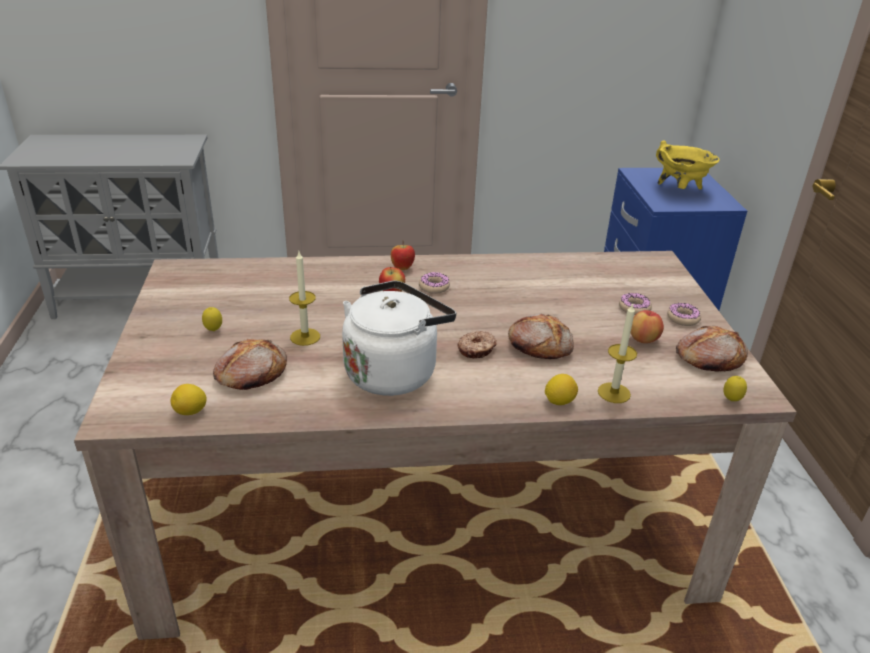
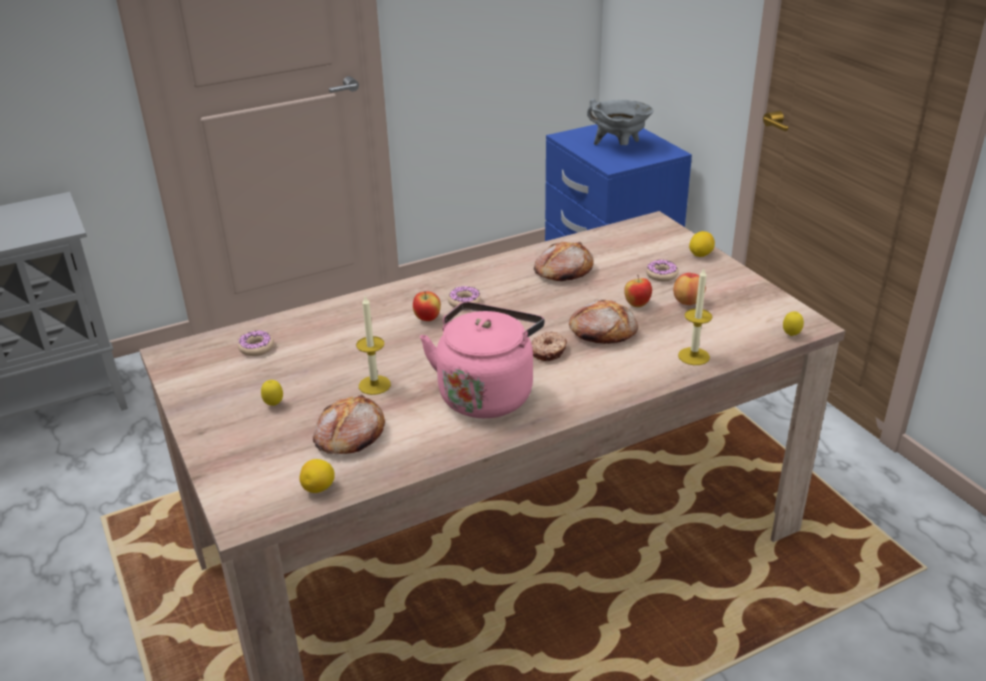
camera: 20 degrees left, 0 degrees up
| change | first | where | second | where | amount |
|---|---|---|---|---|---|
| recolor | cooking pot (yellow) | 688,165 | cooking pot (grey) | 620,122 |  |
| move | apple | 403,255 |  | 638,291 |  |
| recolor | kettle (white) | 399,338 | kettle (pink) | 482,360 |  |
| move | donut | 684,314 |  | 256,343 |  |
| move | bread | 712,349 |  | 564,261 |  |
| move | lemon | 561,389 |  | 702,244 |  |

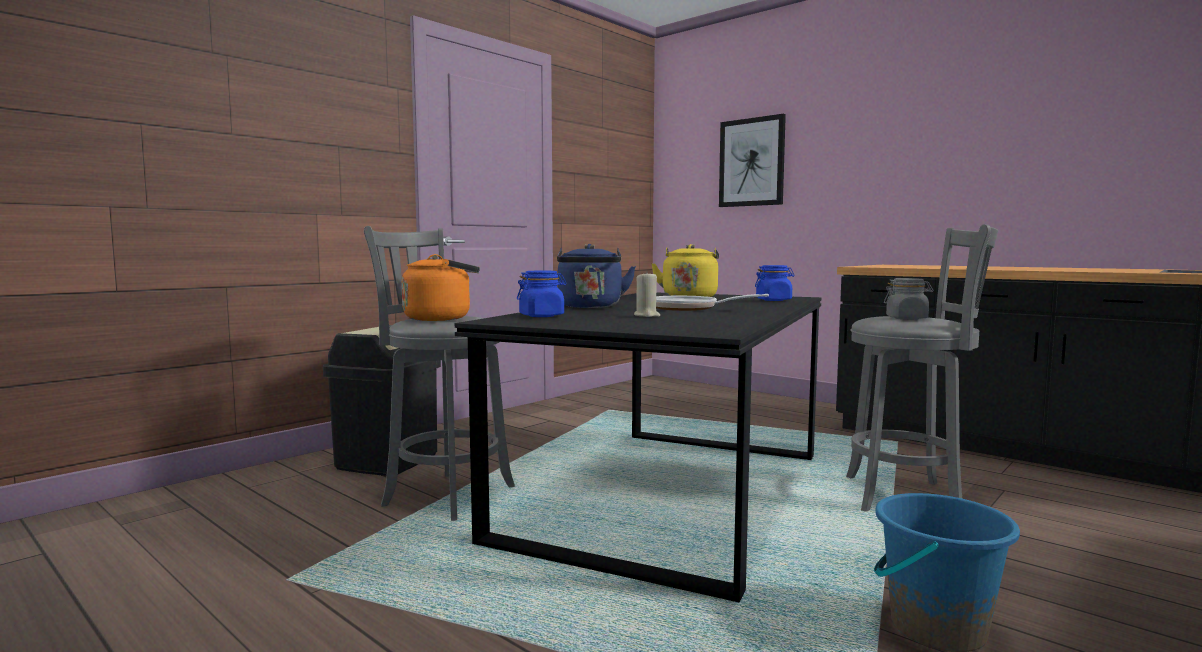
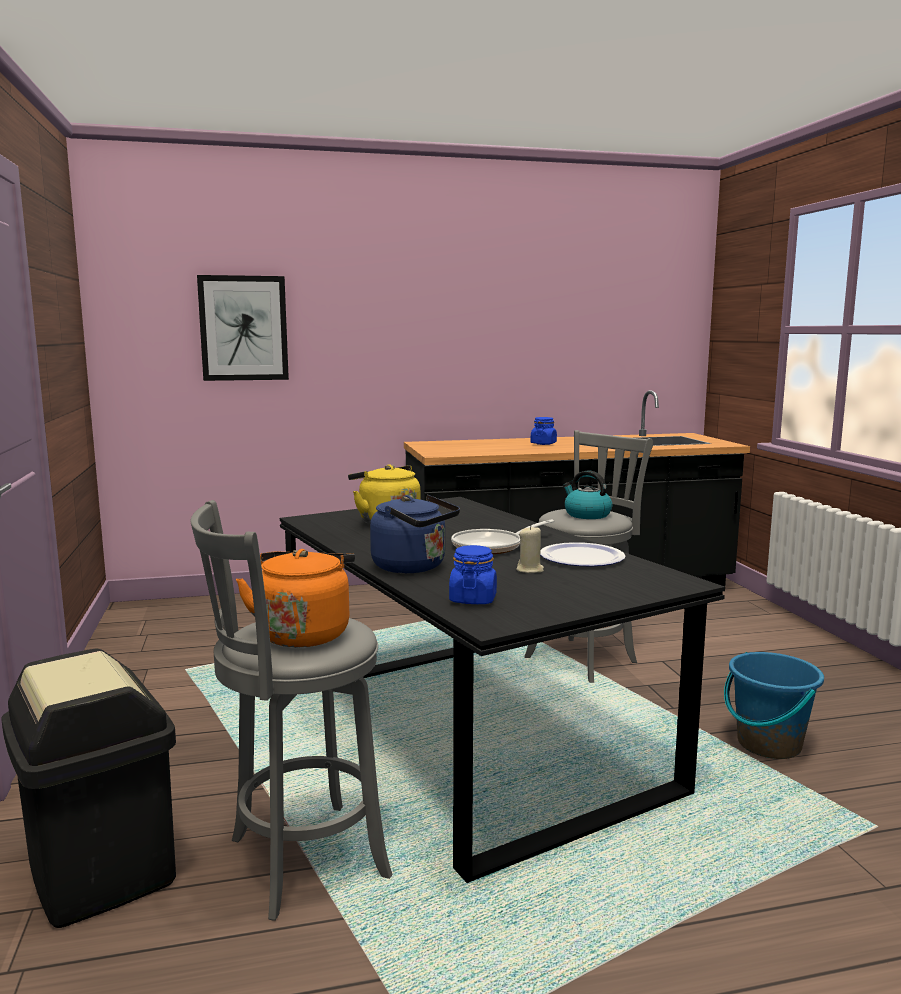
camera: 55 degrees left, 5 degrees up
| change | first | where | second | where | amount |
|---|---|---|---|---|---|
| move | jar (blue) | 774,283 |  | 543,431 |  |
| replace | jar (grey) | 908,299 | kettle | 588,494 |  |
| insert |  |  | plate | 582,554 |  |

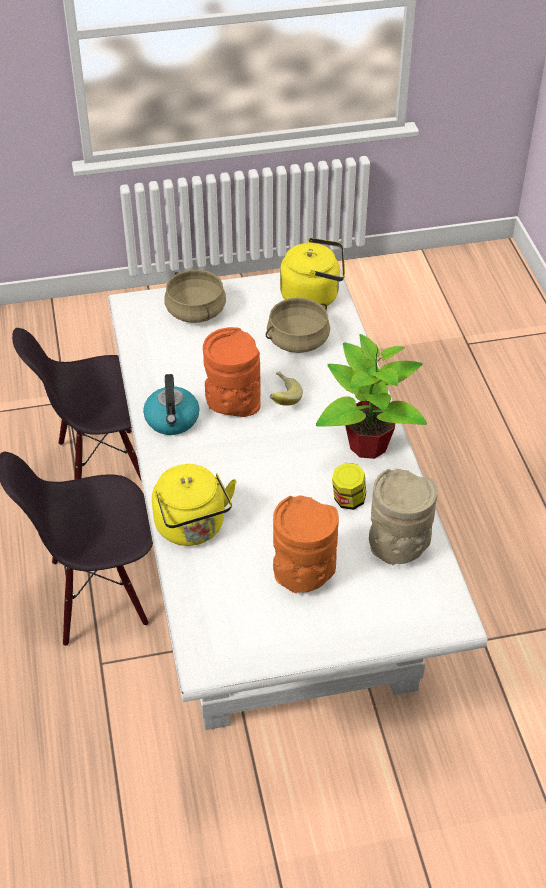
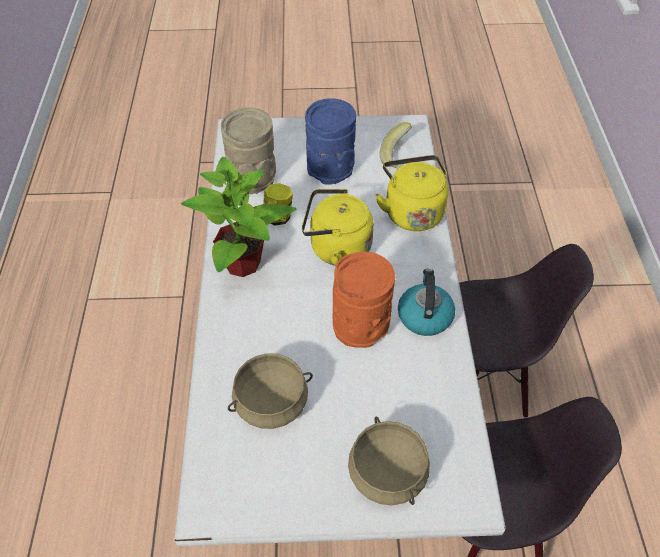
camera: 170 degrees left, 5 degrees up
| change | first | where | second | where | amount |
|---|---|---|---|---|---|
| move | kettle (yellow) | 312,273 |  | 338,227 |  |
| move | banana | 286,388 |  | 396,145 |  |
| recolor | vase (orange) | 306,544 | vase (blue) | 330,141 |  |

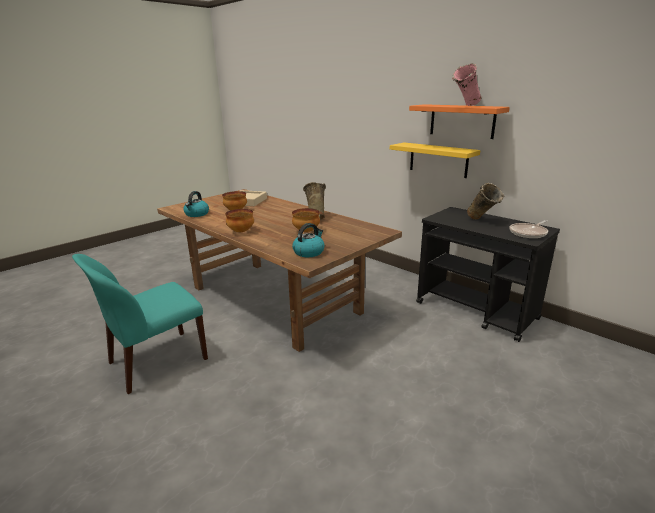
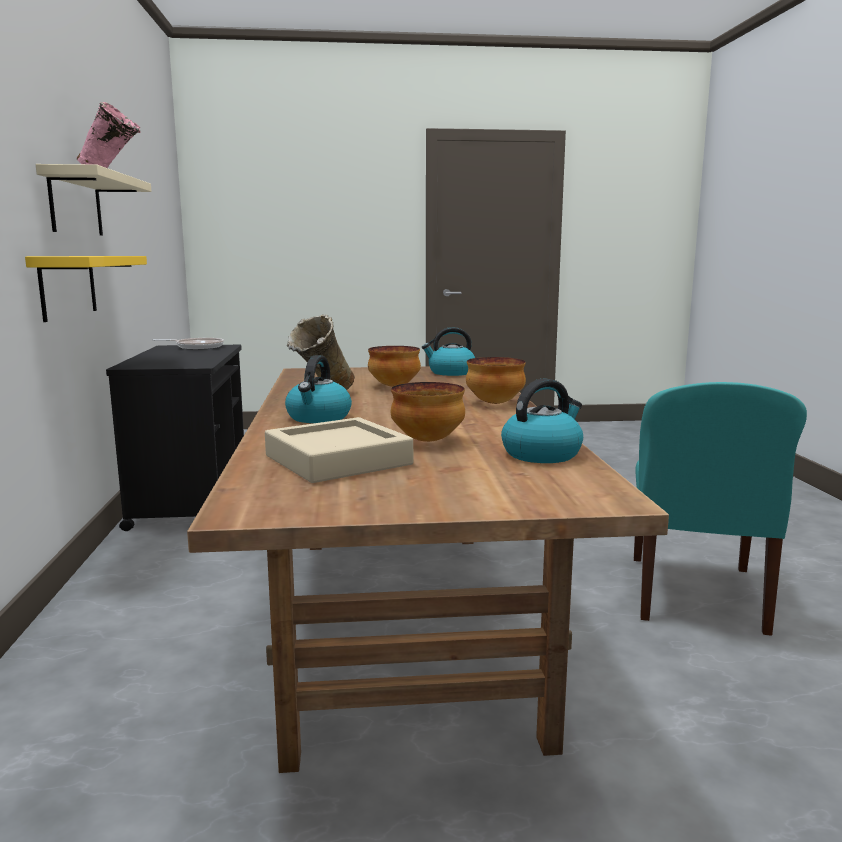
camera: 140 degrees left, 10 degrees down
| change | first | where | second | where | amount |
|---|---|---|---|---|---|
| recolor | shelf (orange) | 459,121 | shelf (beige) | 94,199 |  |
| delete | vase (beige) | 486,201 |  |  |  |
| rotate | chair (turquoise) | 140,324 |  | 720,509 | 105 degrees clockwise |
| insert |  |  | kettle | 318,389 |  |

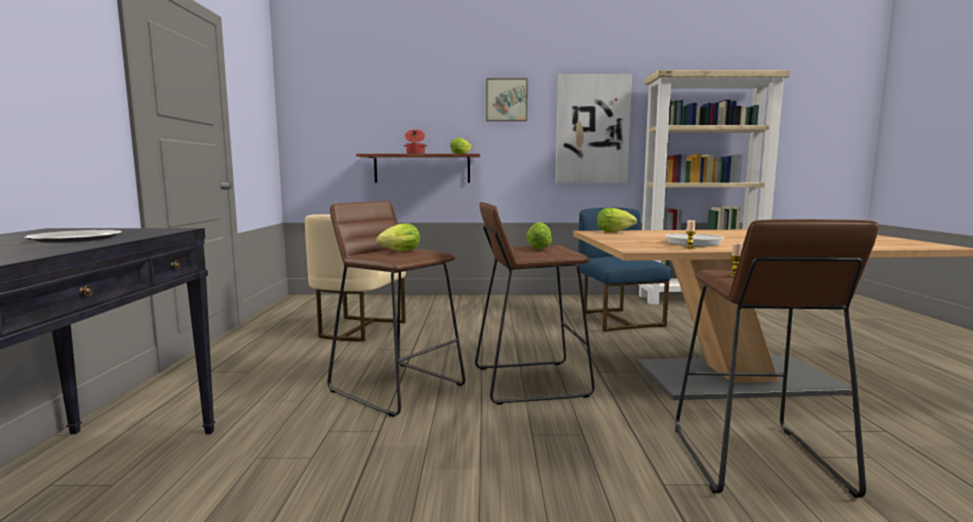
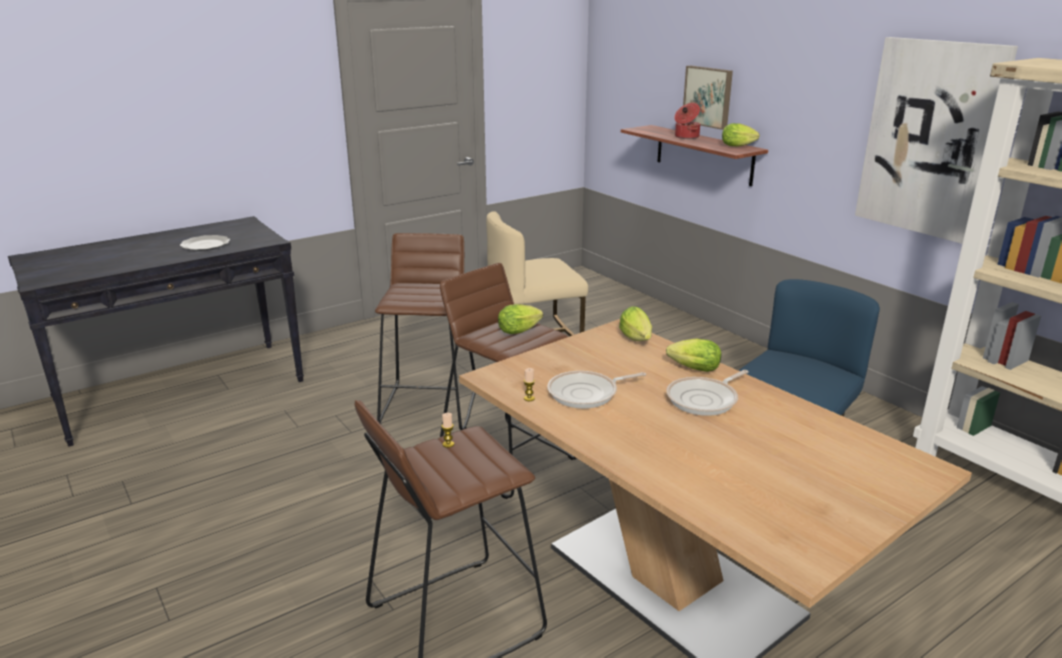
camera: 55 degrees right, 15 degrees up
| change | first | where | second | where | amount |
|---|---|---|---|---|---|
| move | picture | 507,99 |  | 708,98 |  |
| move | lettuce | 398,237 |  | 693,355 |  |
| insert |  |  | frying pan | 707,393 |  |

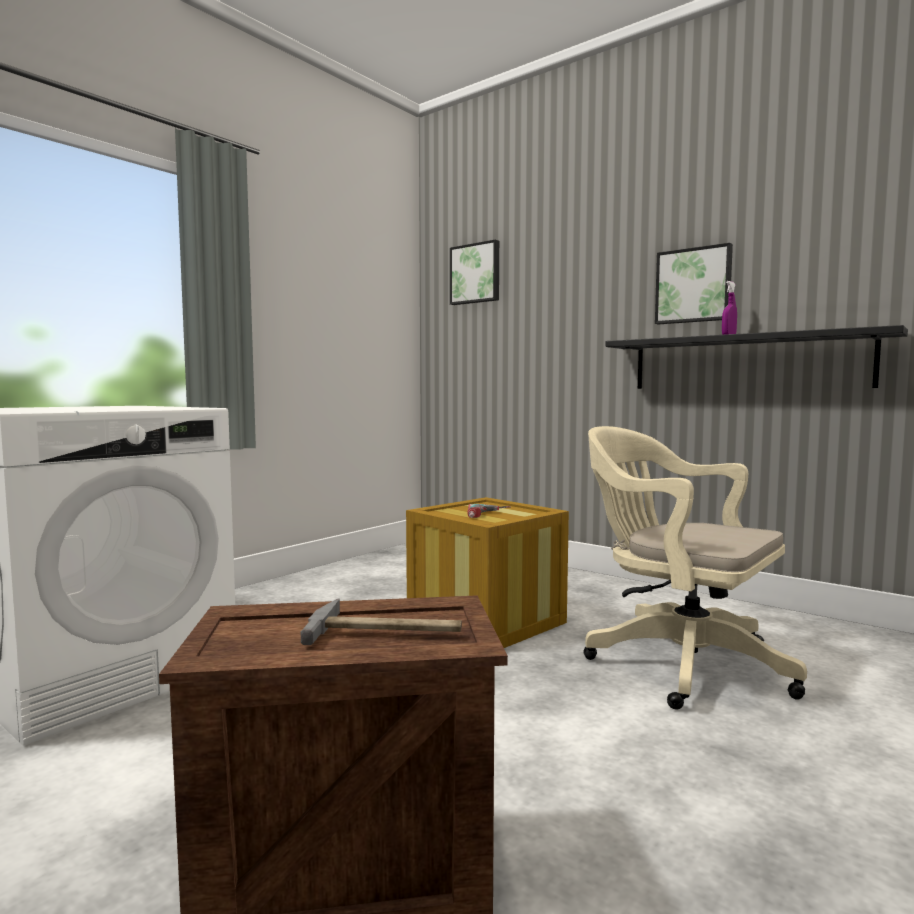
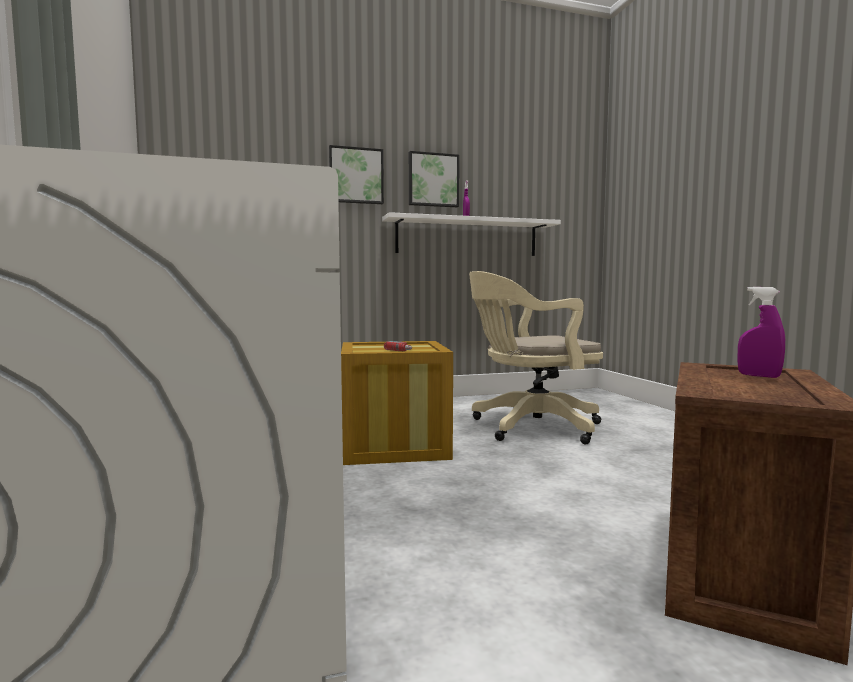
camera: 55 degrees left, 0 degrees up
| change | first | where | second | where | amount |
|---|---|---|---|---|---|
| move | picture | 474,272 |  | 356,174 |  |
| recolor | shelf (black) | 757,357 | shelf (white) | 471,234 |  |
| replace | hammer | 381,621 | spray bottle (purple) | 761,332 |  |

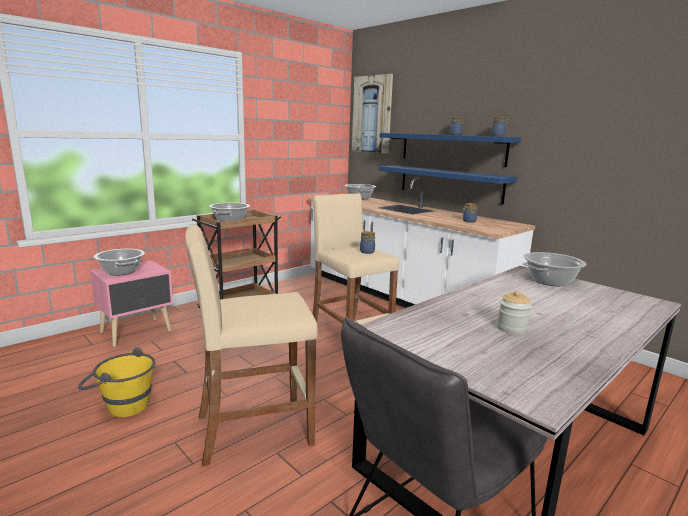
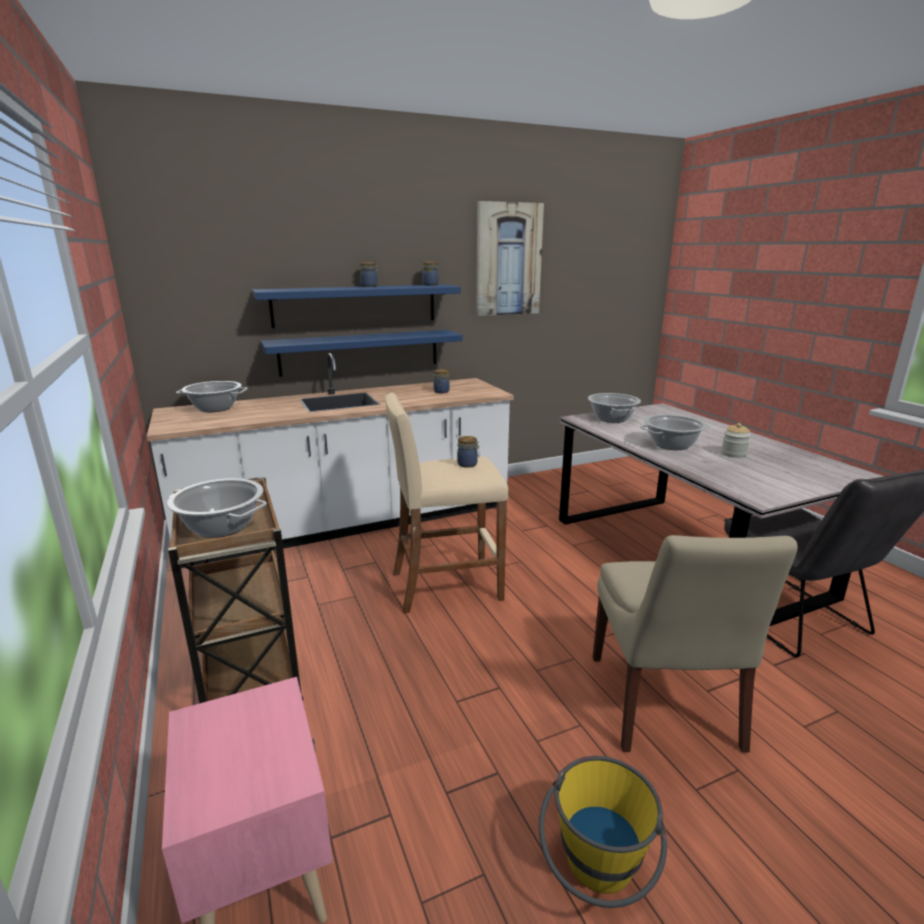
camera: 70 degrees left, 5 degrees up
| change | first | where | second | where | amount |
|---|---|---|---|---|---|
| move | picture | 372,113 |  | 510,258 |  |
| replace | stool (beige) | 251,345 | chair (beige) | 695,643 |  |
| move | cooking pot | 119,262 |  | 674,432 |  |

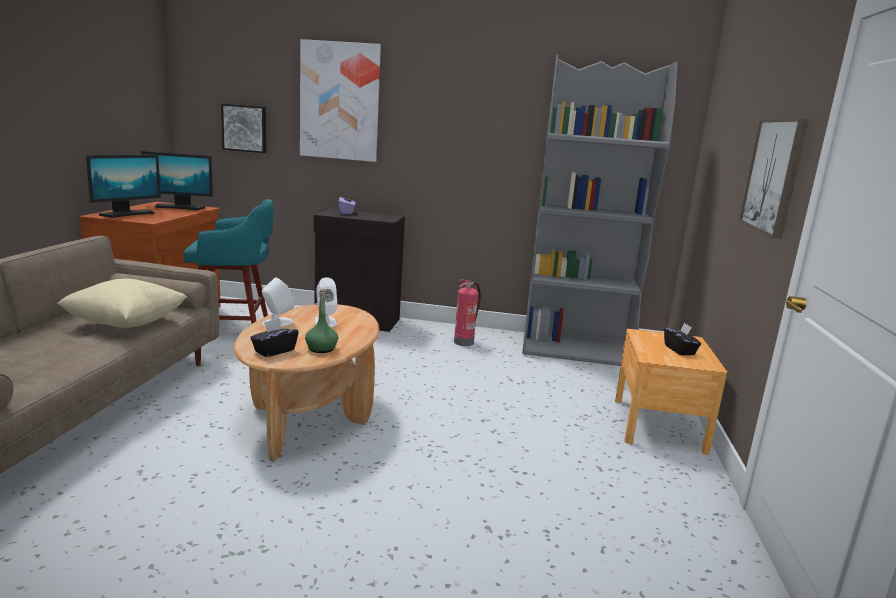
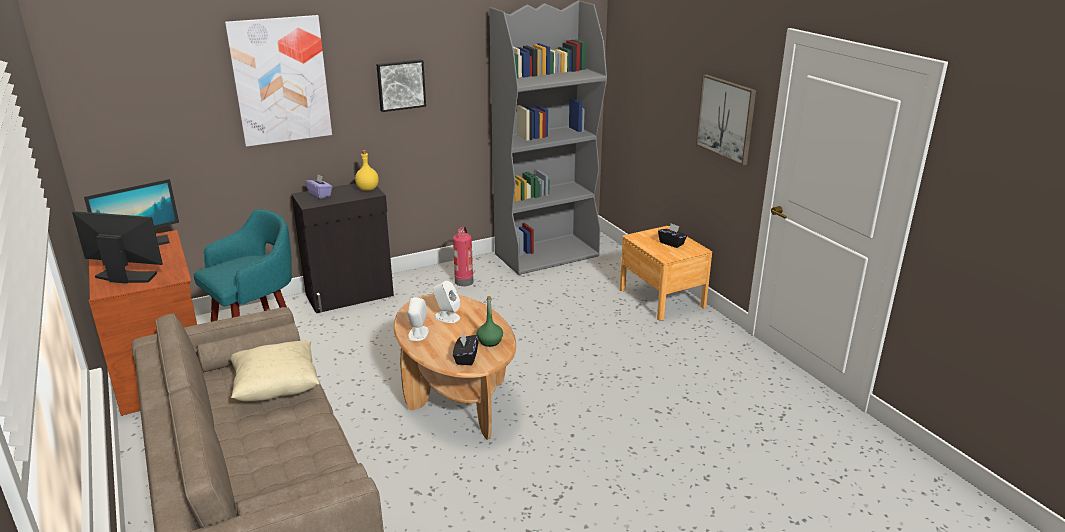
camera: 35 degrees left, 10 degrees up
| change | first | where | second | where | amount |
|---|---|---|---|---|---|
| move | picture | 243,128 |  | 401,85 |  |
| rotate | monitor | 123,186 |  | 117,247 | 75 degrees counterclockwise |
| insert |  |  | bottle (yellow) | 367,170 |  |

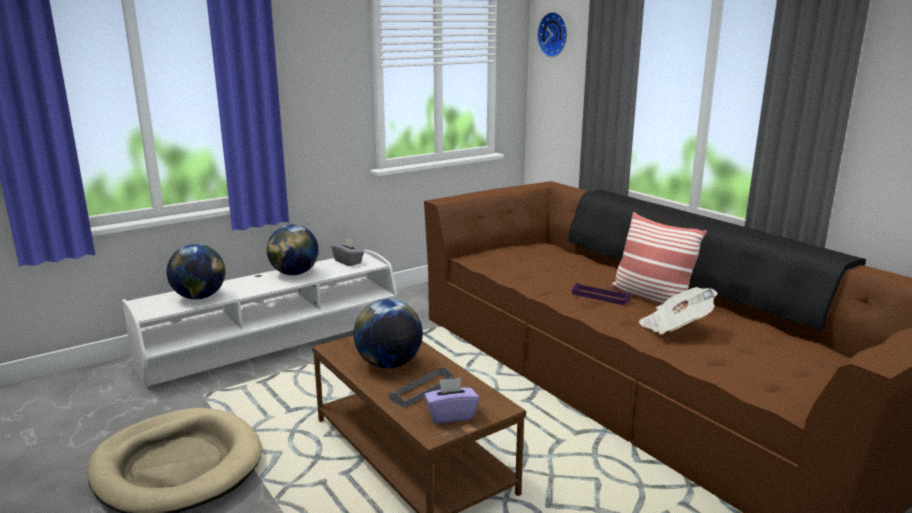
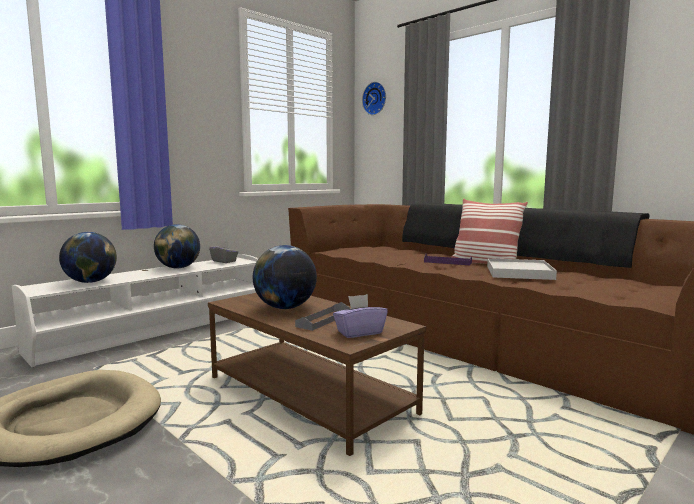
camera: 10 degrees left, 10 degrees down
| change | first | where | second | where | amount |
|---|---|---|---|---|---|
| replace | newspaper | 678,311 | tray (white) | 522,269 |  |

